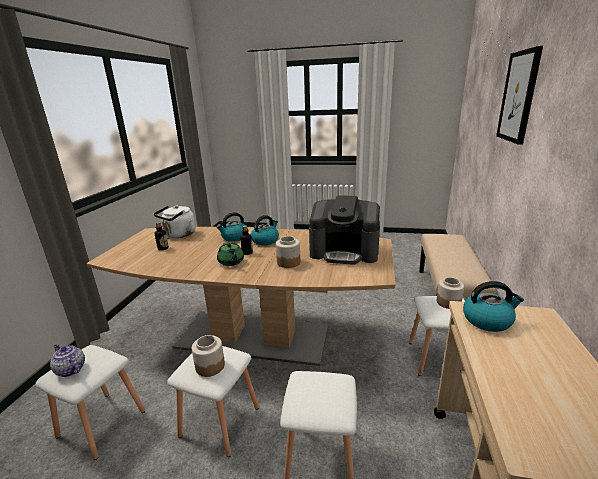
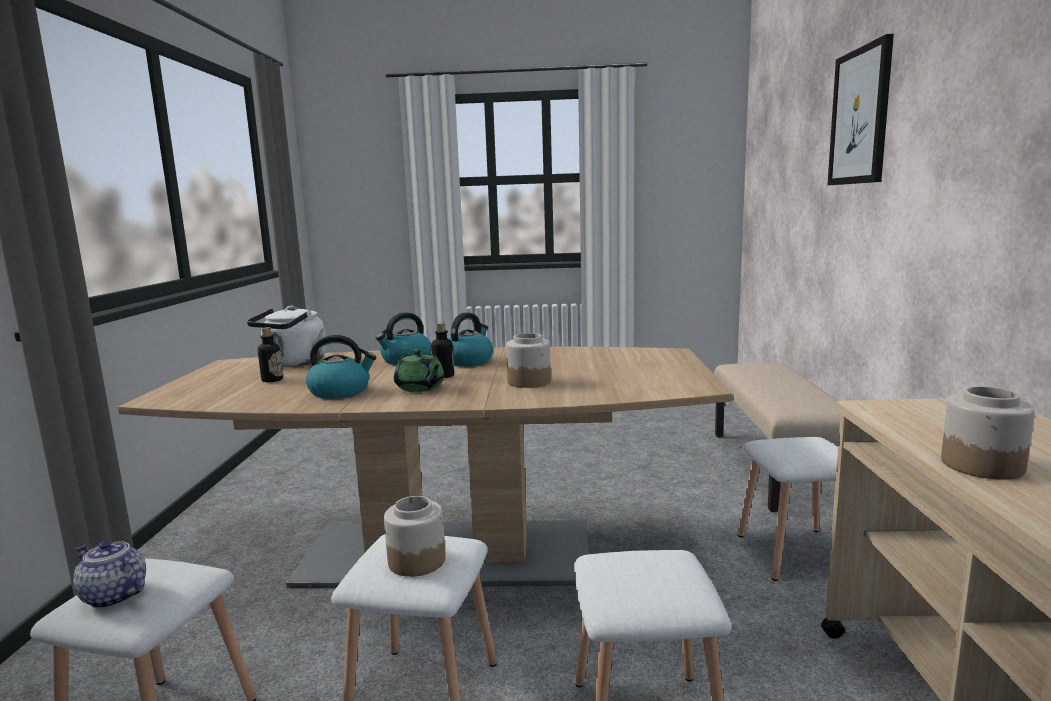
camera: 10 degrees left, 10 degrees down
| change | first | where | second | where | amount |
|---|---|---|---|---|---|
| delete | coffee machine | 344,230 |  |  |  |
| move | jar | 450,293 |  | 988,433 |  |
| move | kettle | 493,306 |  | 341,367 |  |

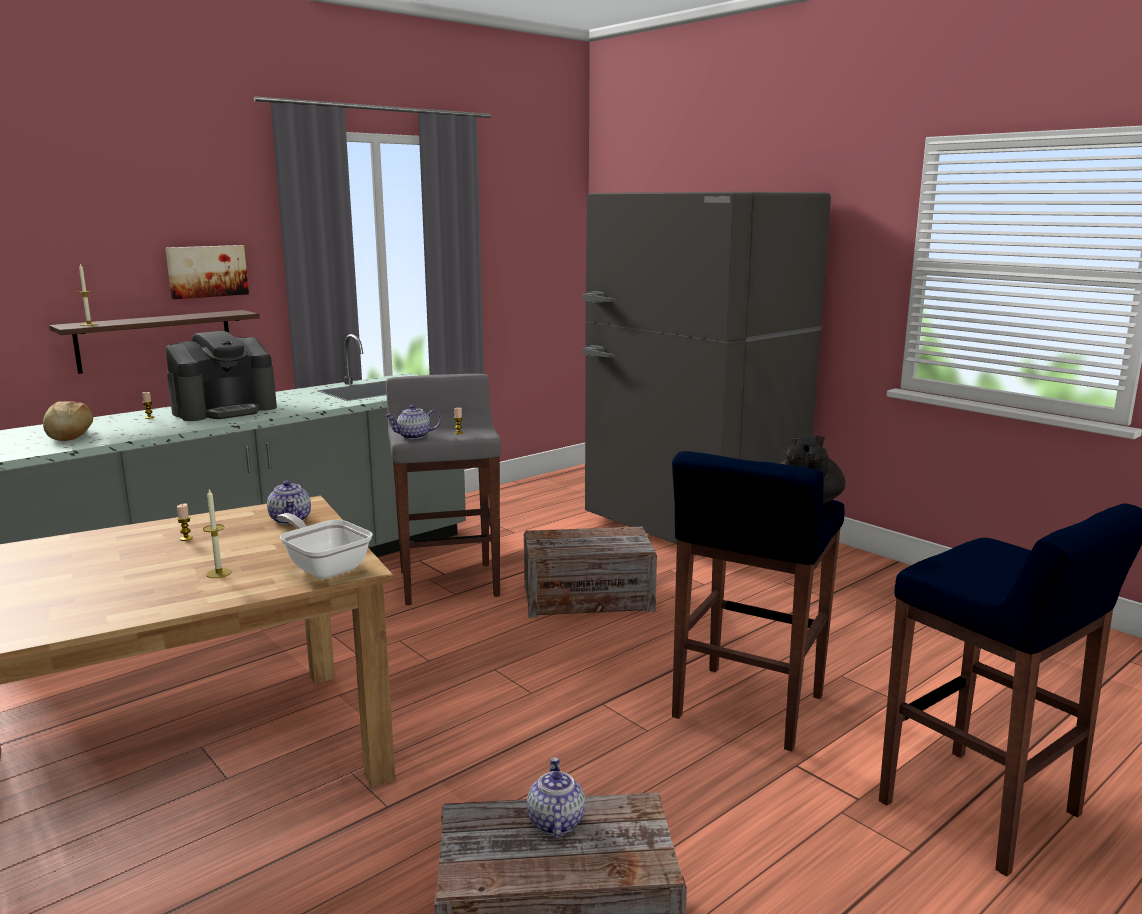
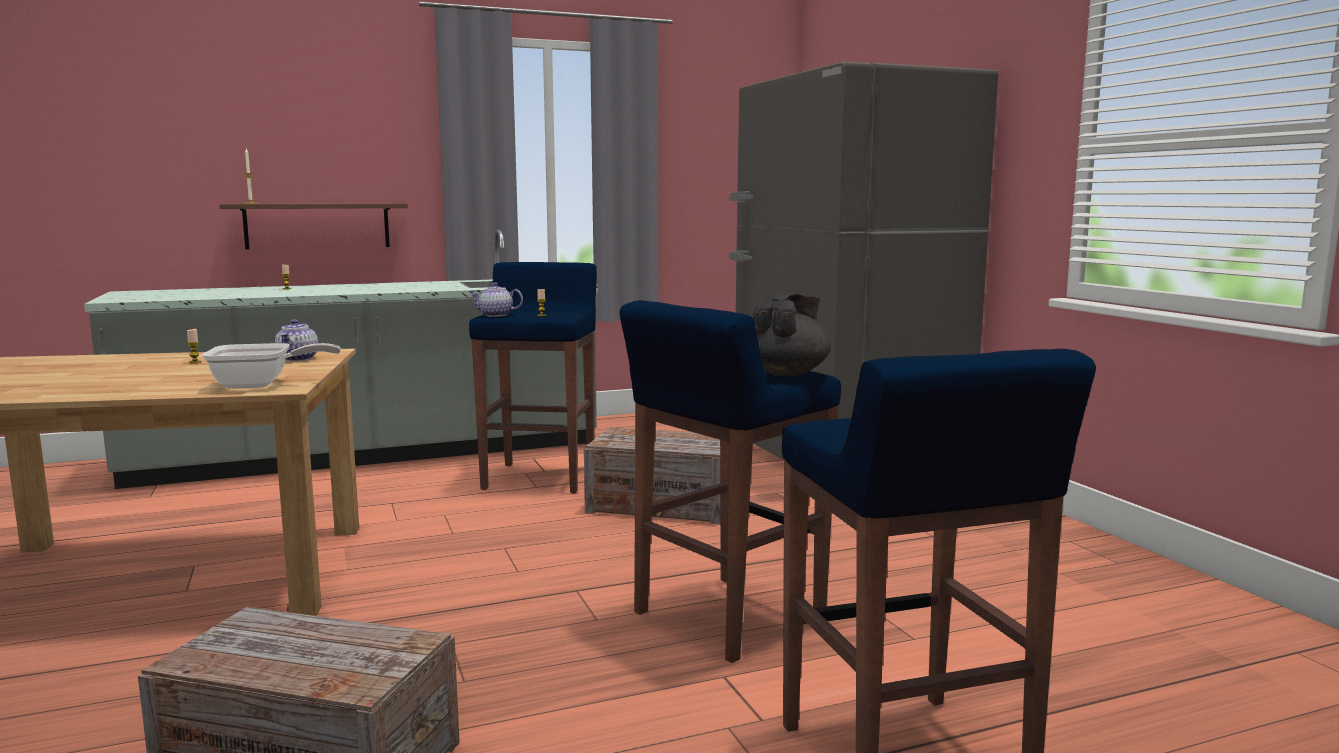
camera: 20 degrees right, 5 degrees down
| change | first | where | second | where | amount |
|---|---|---|---|---|---|
| delete | picture | 207,272 |  |  |  |
| delete | coffee machine | 221,376 |  |  |  |
| recolor | stool (grey) | 443,489 | stool (blue) | 533,378 |  |
| delete | bread | 68,421 |  |  |  |
| delete | candle | 217,534 |  |  |  |
| rotate | frying pan | 324,546 |  | 271,366 | 105 degrees clockwise |
| delete | teapot | 556,797 |  |  |  |

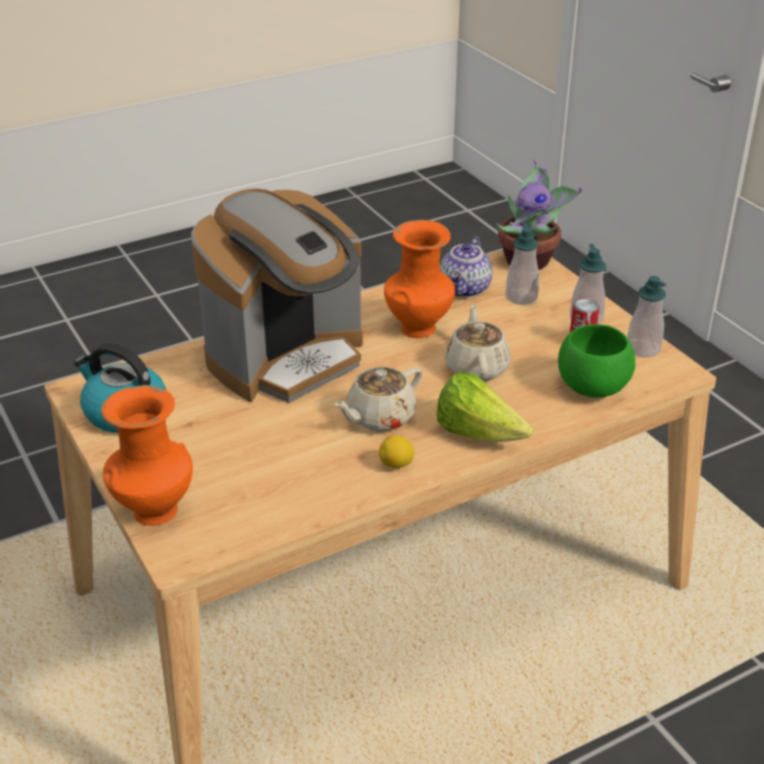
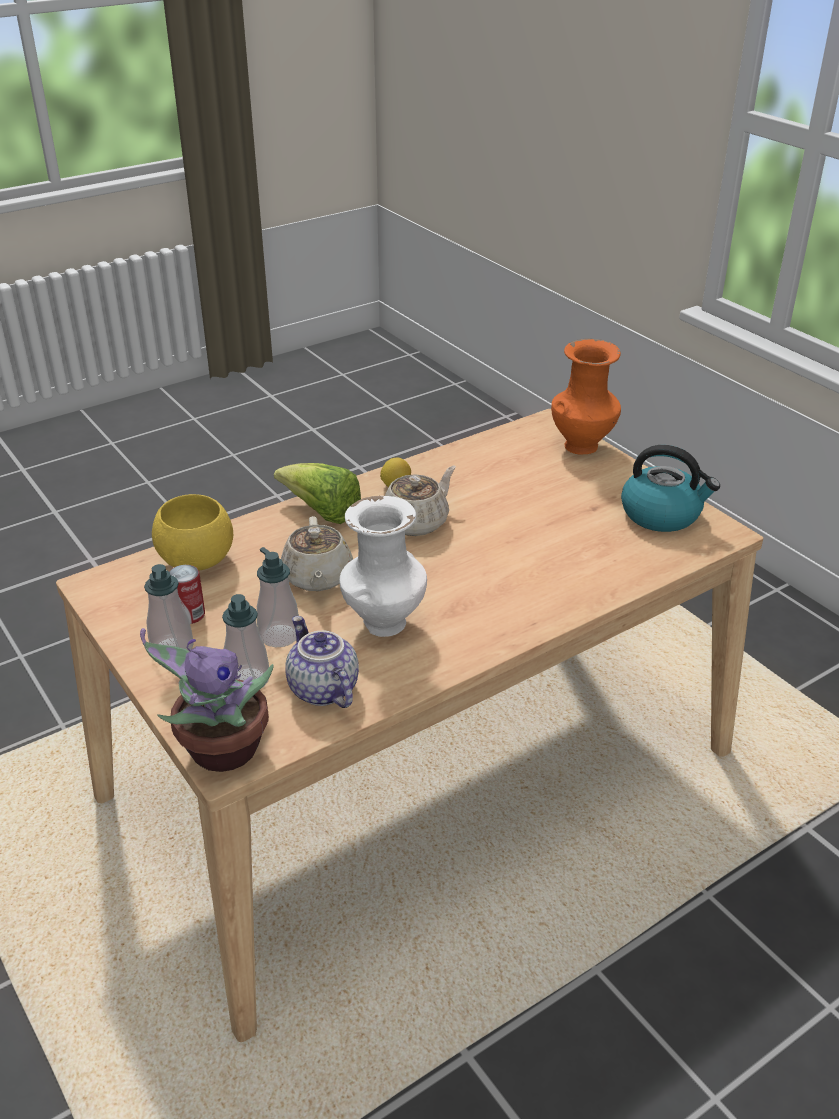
camera: 175 degrees right, 0 degrees up
| change | first | where | second | where | amount |
|---|---|---|---|---|---|
| delete | coffee machine | 277,296 |  |  |  |
| recolor | vase (orange) | 419,279 | vase (white) | 383,566 |  |
| rotate | teapot | 466,267 |  | 322,662 | 45 degrees counterclockwise |
| move | soap dispenser | 647,316 |  | 278,597 |  |
| recolor | bowl (green) | 596,361 | bowl (yellow) | 192,532 |  |

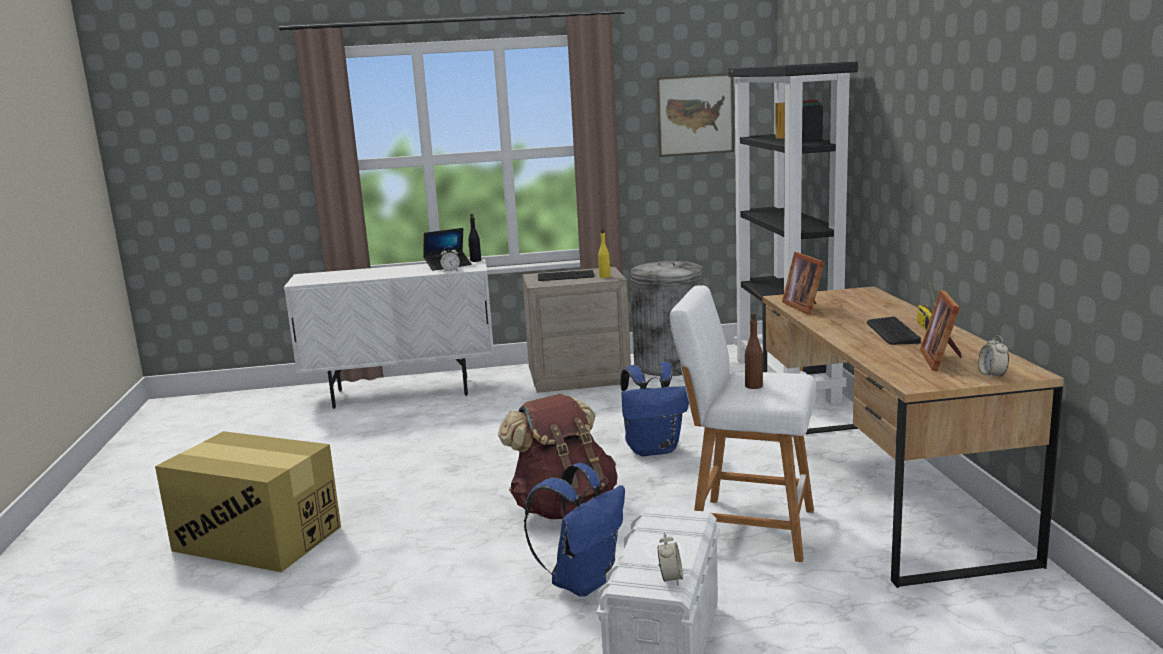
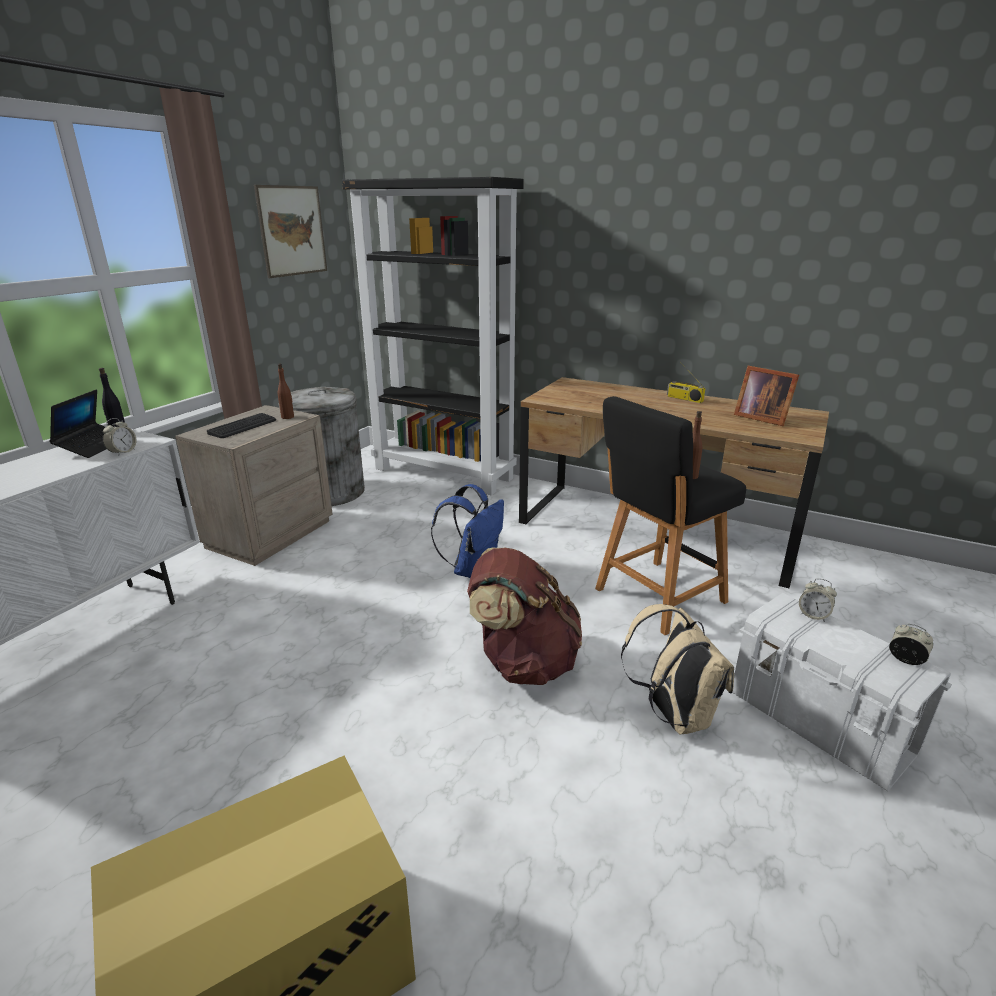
camera: 55 degrees left, 10 degrees up
| change | first | where | second | where | amount |
|---|---|---|---|---|---|
| recolor | bottle (yellow) | 604,253 | bottle (brown) | 286,391 |  |
| delete | picture frame | 803,283 |  |  |  |
| recolor | stool (white) | 743,423 | stool (black) | 670,515 |  |
| delete | keyboard | 894,331 |  |  |  |
| move | alarm clock | 993,357 |  | 818,600 |  |
| recolor | backpack (blue) | 574,529 | backpack (beige) | 677,669 |  |

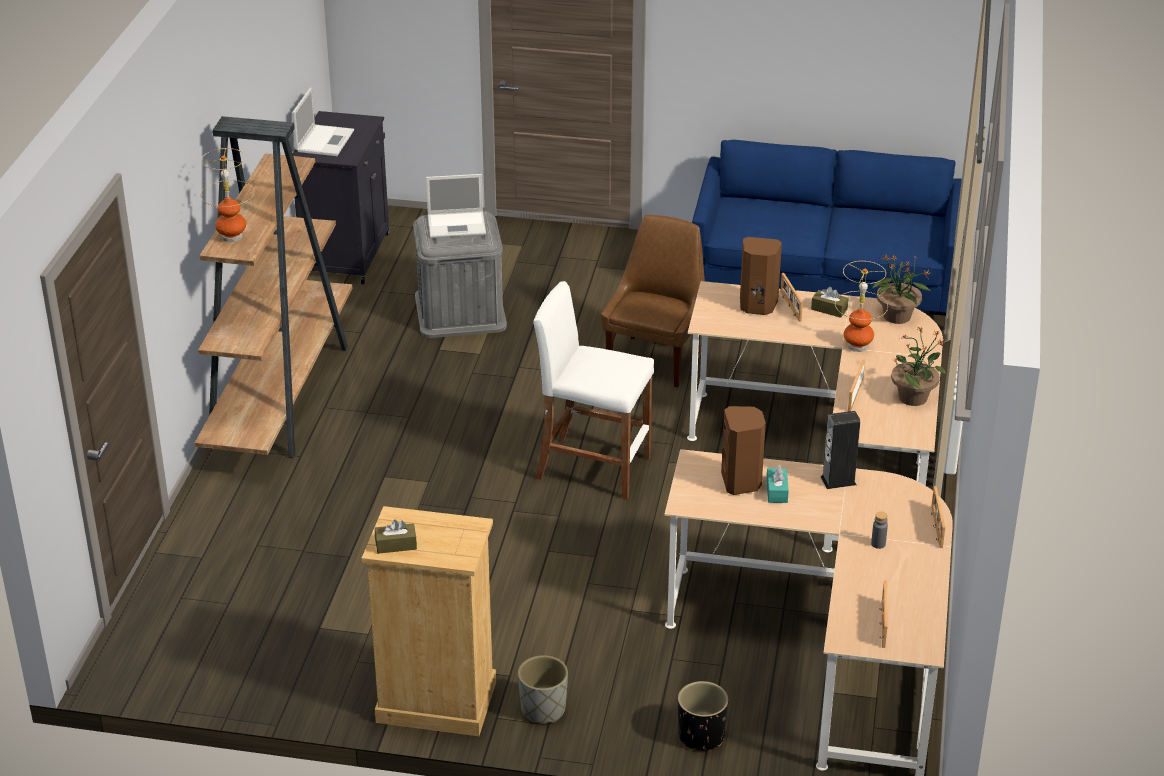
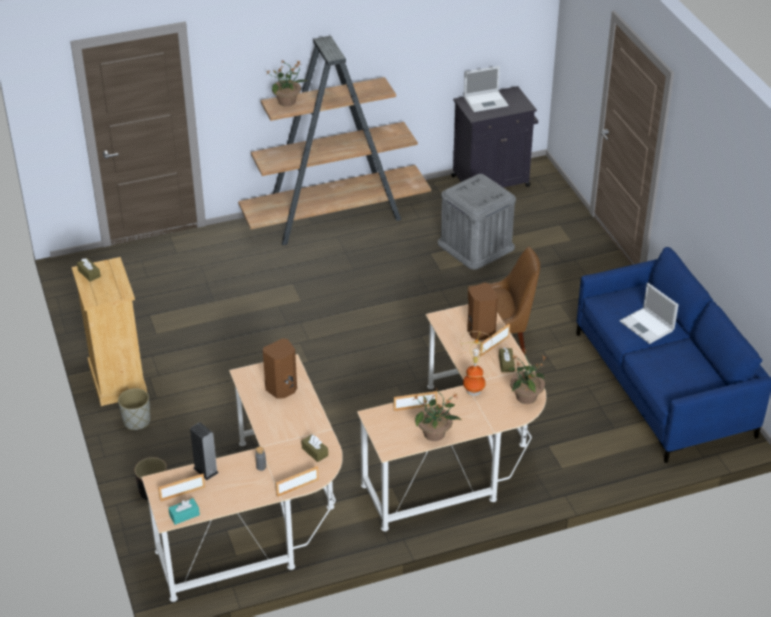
camera: 60 degrees right, 5 degrees up
| change | first | where | second | where | amount |
|---|---|---|---|---|---|
| replace | table lamp | 227,195 | potted plant | 287,84 |  |
| move | laptop | 456,206 |  | 649,313 |  |
| delete | stool (white) | 593,390 |  |  |  |
| move | speaker | 840,450 |  | 204,451 |  |
| move | tissue box (turquoise) | 777,484 |  | 184,511 |  |
| insert |  |  | tissue box (brown) | 314,448 |  |

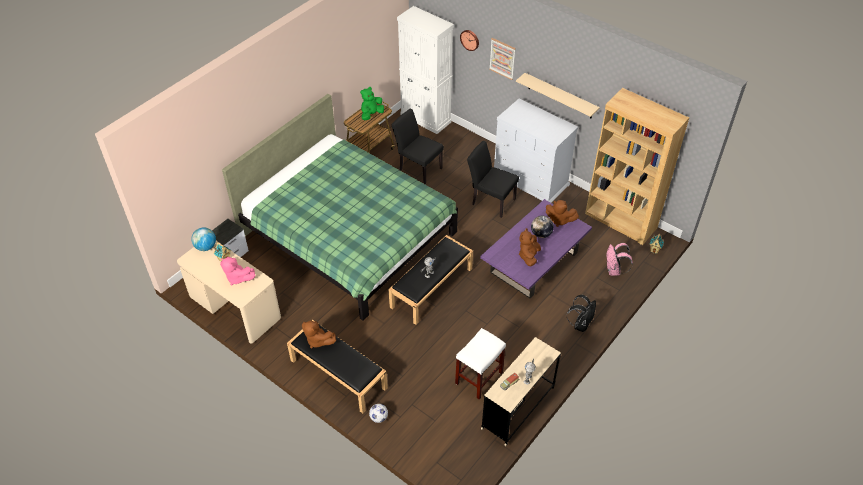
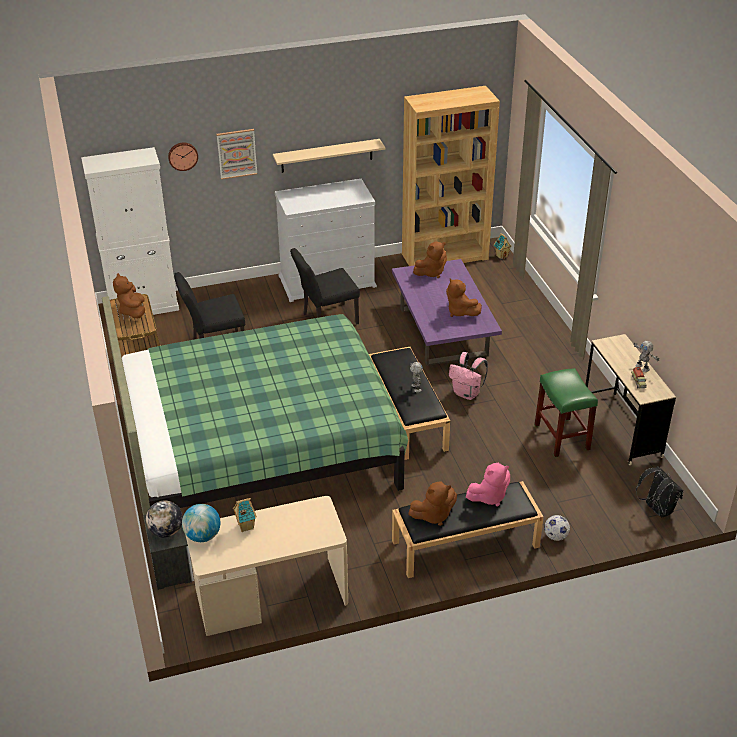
camera: 55 degrees left, 10 degrees down
| change | first | where | second | where | amount |
|---|---|---|---|---|---|
| recolor | plush toy (green) | 372,104 | plush toy (brown) | 129,295 |  |
| move | globe | 542,227 |  | 164,519 |  |
| move | backpack (pink) | 619,259 |  | 468,376 |  |
| move | plush toy (pink) | 237,271 |  | 488,484 |  |
| move | backpack (black) | 581,313 |  | 659,491 |  |
| recolor | stool (white) | 480,363 | stool (green) | 566,412 |  |

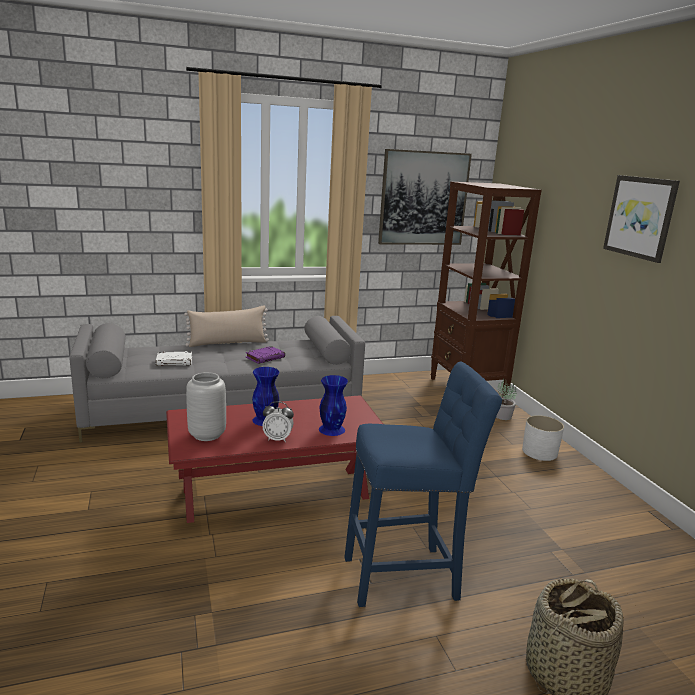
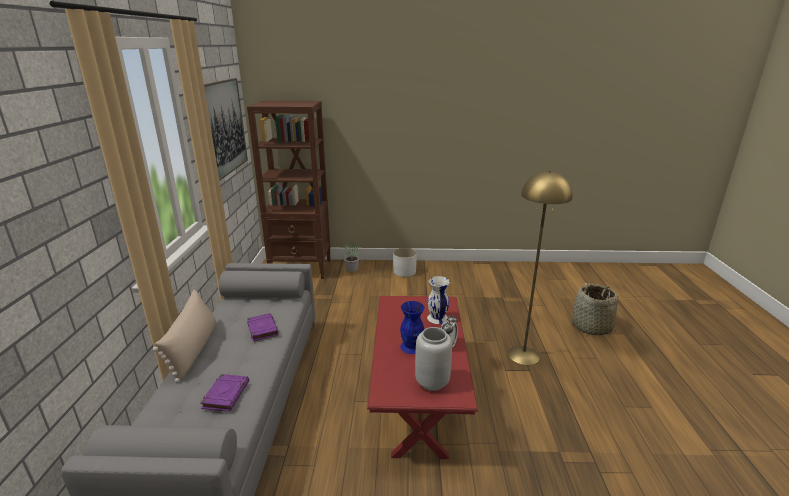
camera: 70 degrees left, 5 degrees up
| change | first | where | second | where | amount |
|---|---|---|---|---|---|
| delete | picture | 641,219 |  |  |  |
| recolor | book (white) | 174,358 | book (purple) | 224,393 |  |
| replace | stool (blue) | 423,484 | floor lamp (yellow) | 540,268 |  |
| recolor | vase (blue) | 333,405 | vase (white) | 438,300 |  |

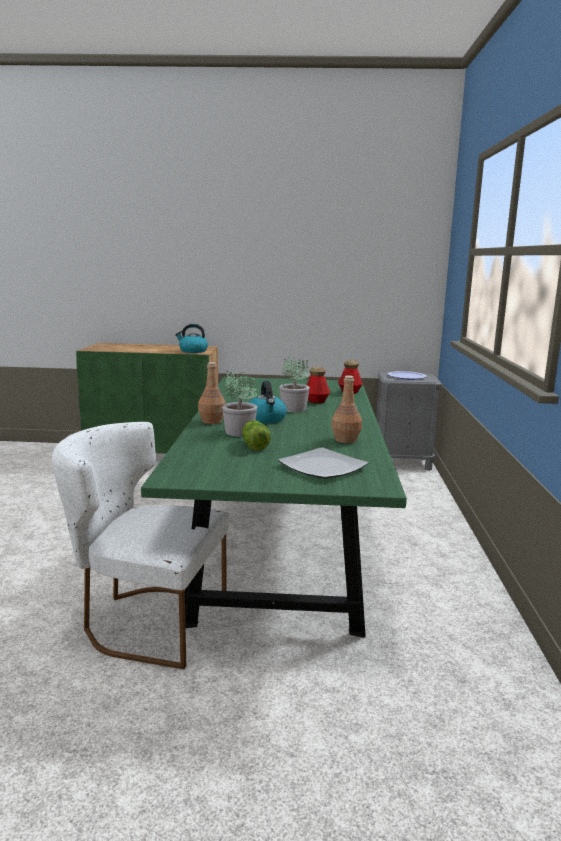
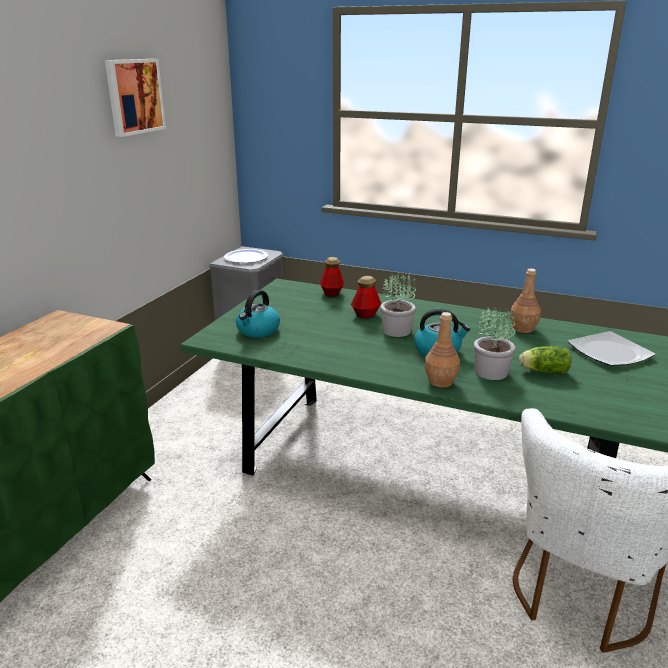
camera: 70 degrees left, 10 degrees up
| change | first | where | second | where | amount |
|---|---|---|---|---|---|
| move | kettle | 191,338 |  | 258,313 |  |
| insert |  |  | picture | 135,98 |  |

